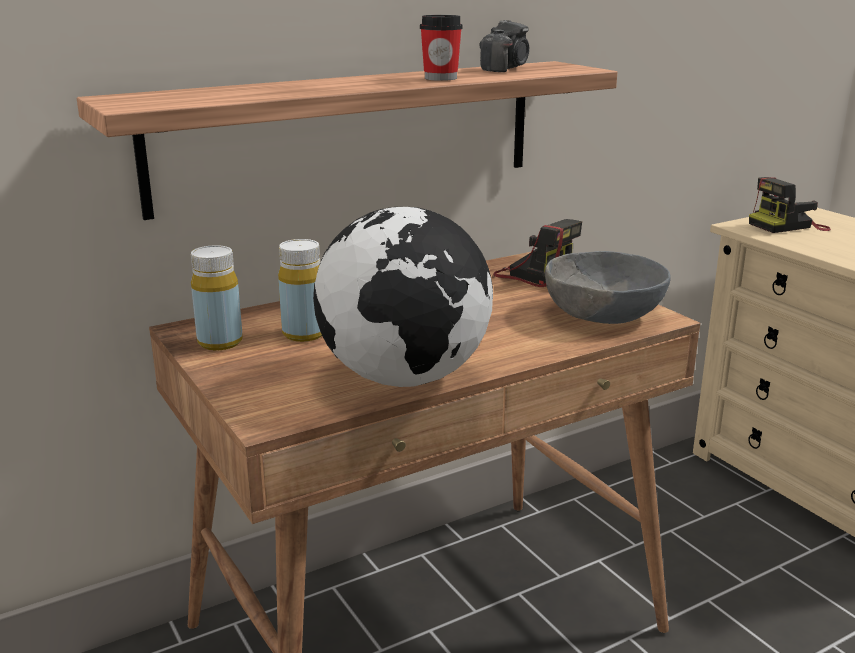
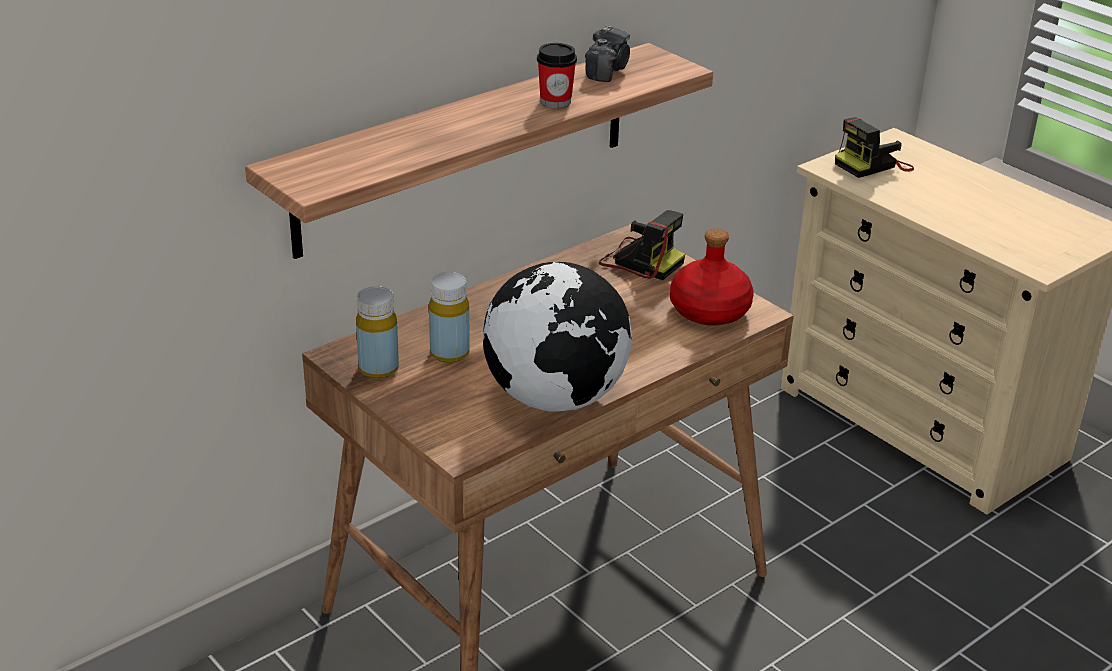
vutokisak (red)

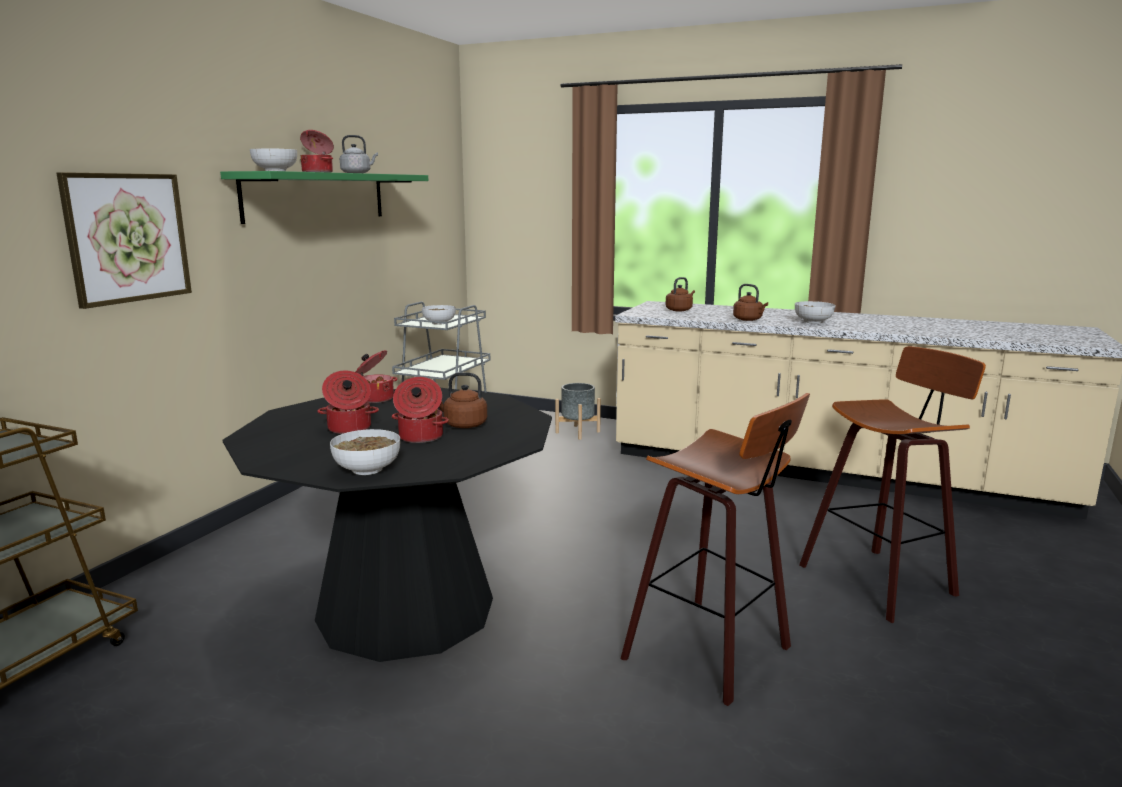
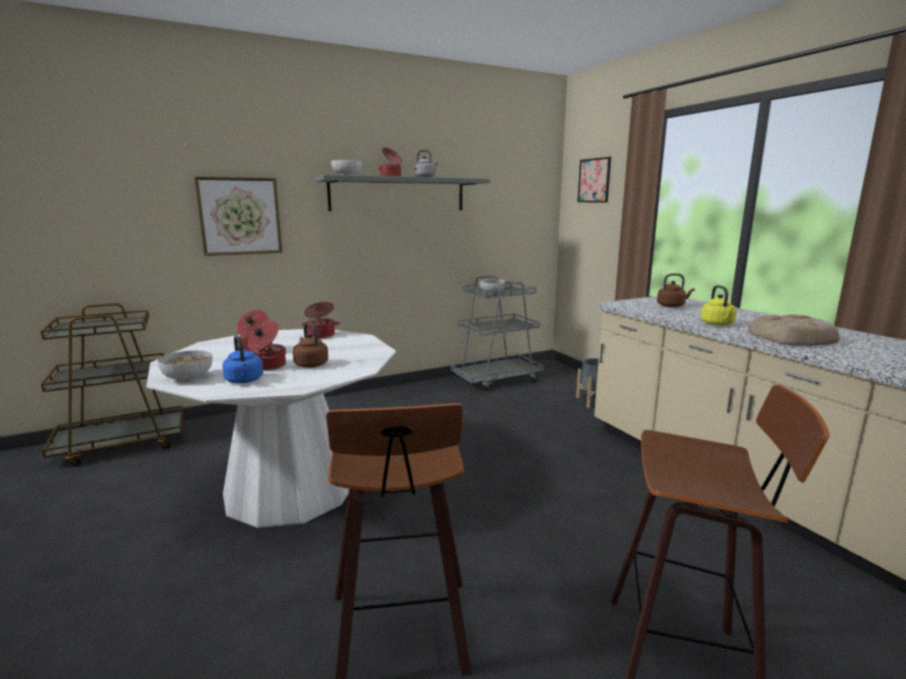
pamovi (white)
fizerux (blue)
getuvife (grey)
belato (2nd from left)
fizerux (yellow)
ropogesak

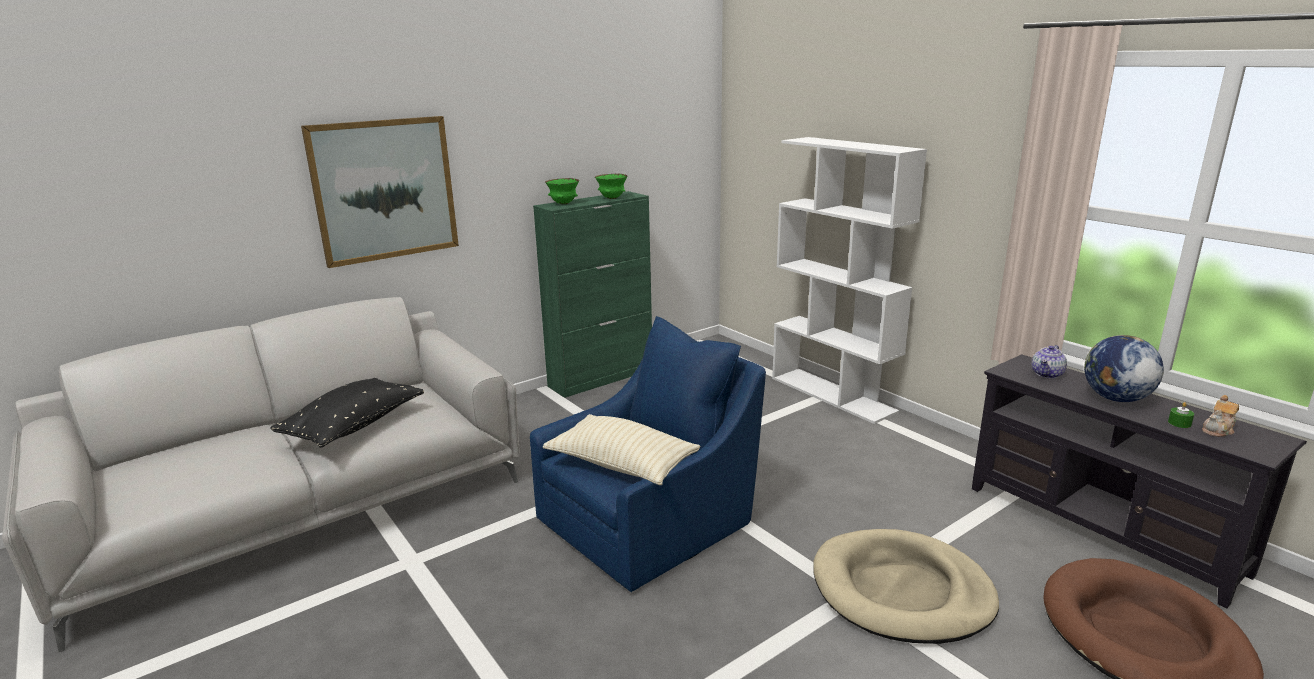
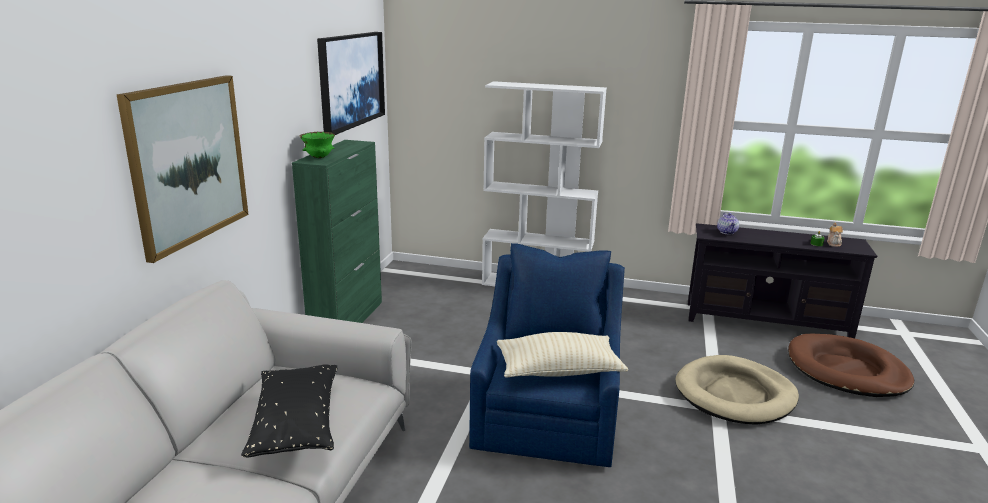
belato (2nd from left)
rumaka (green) (2nd from left in the first image)
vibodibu

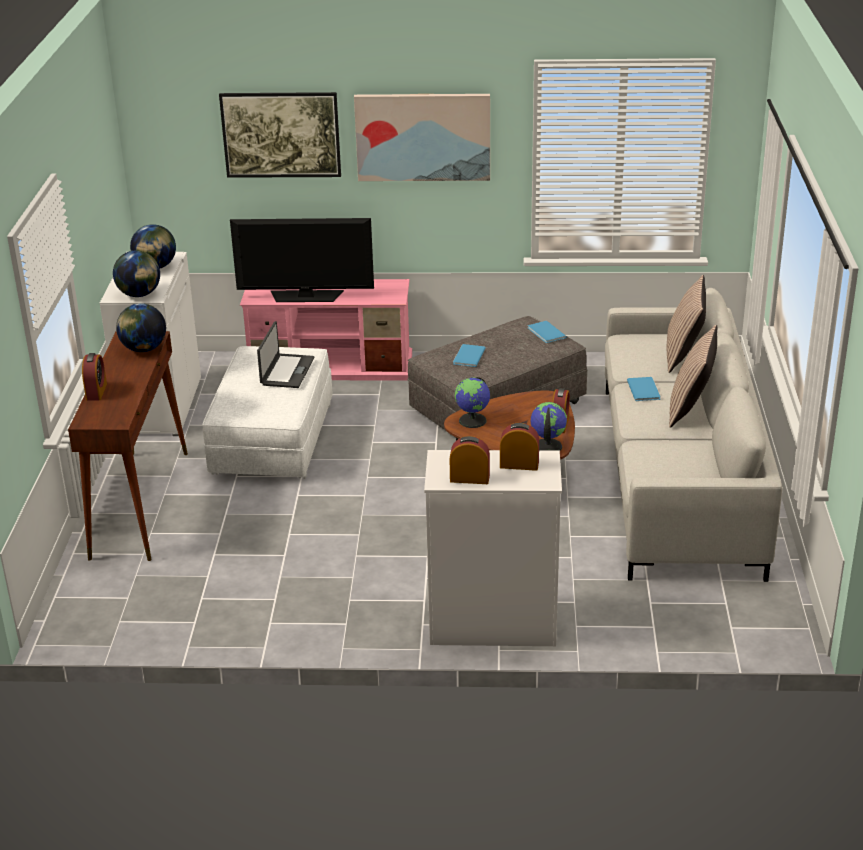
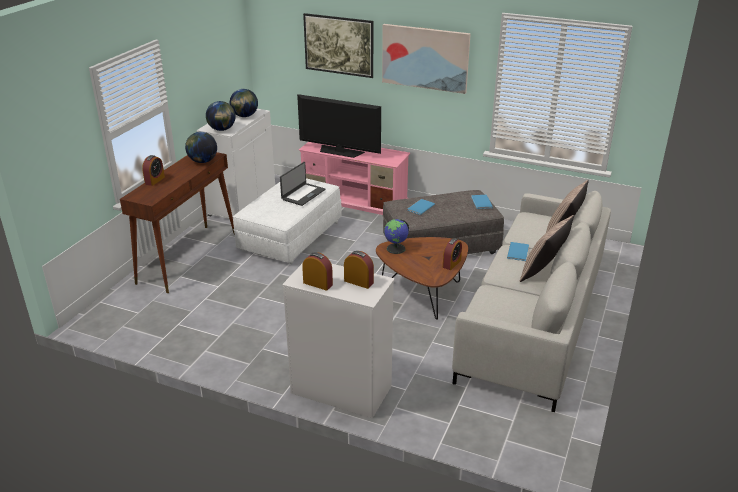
vibodibu (5th from left in the first image)

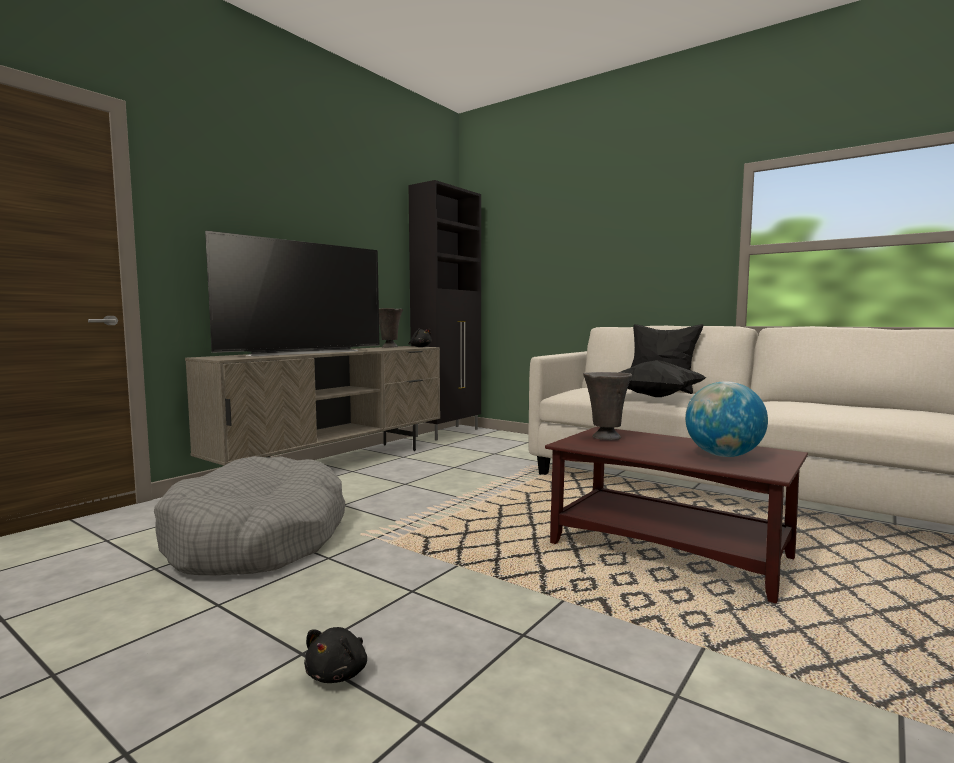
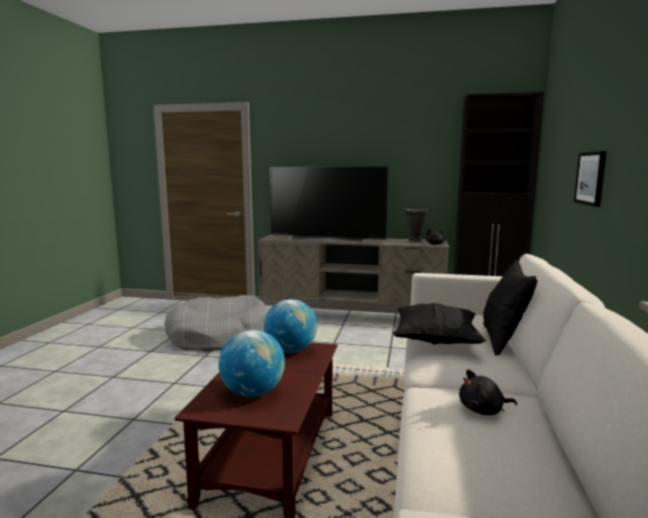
vibodibu (2nd from left)
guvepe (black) (2nd from left)
belato

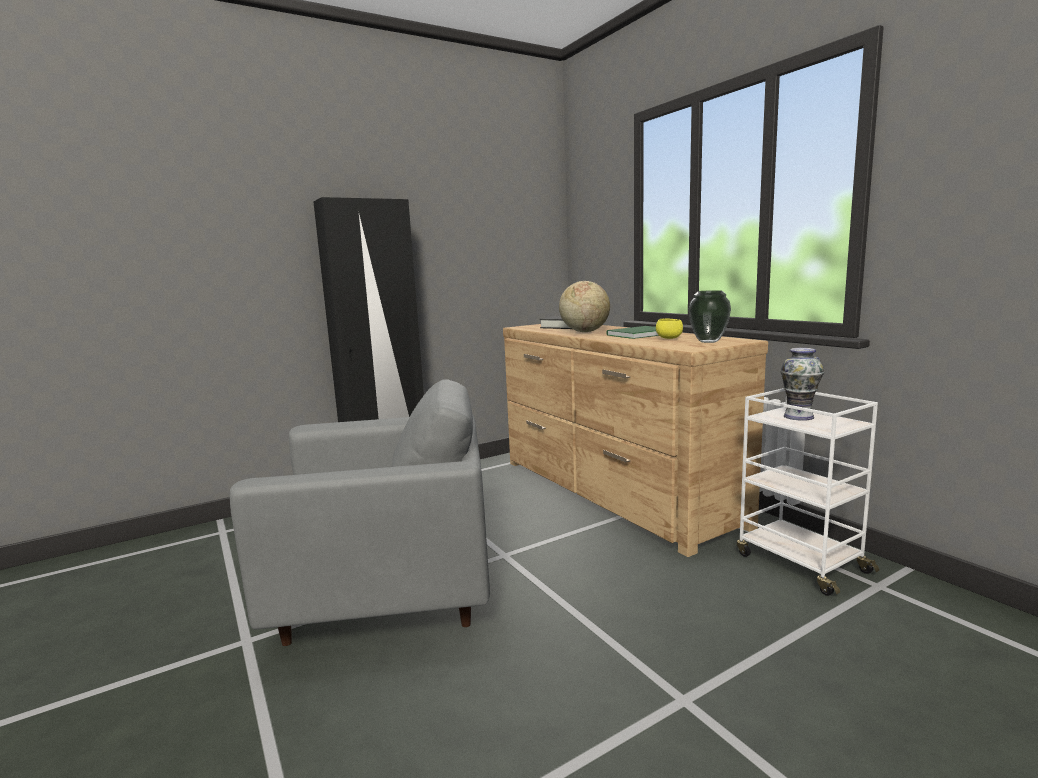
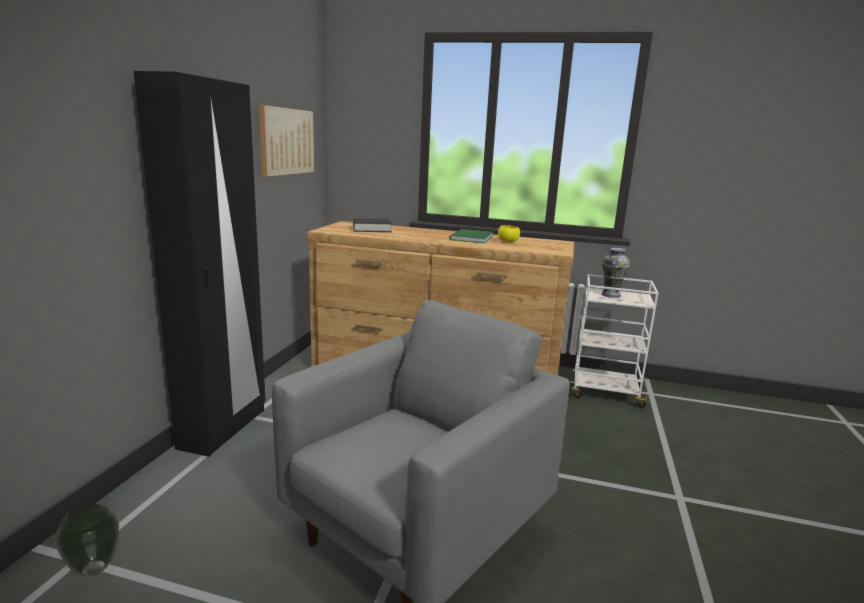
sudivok (1st from left)
belato
vibodibu

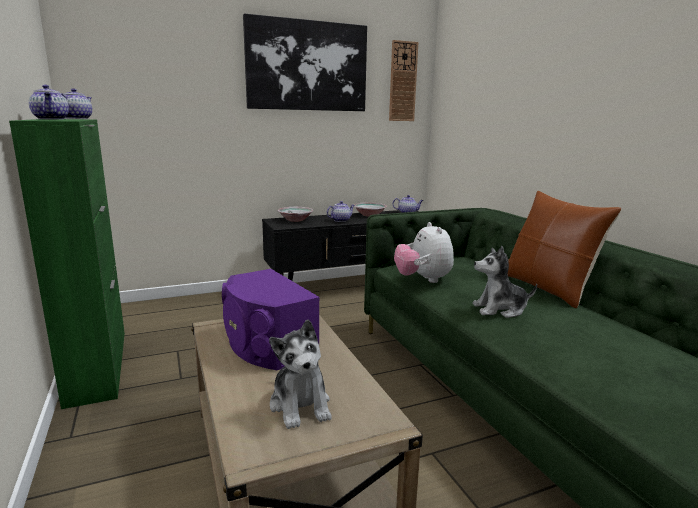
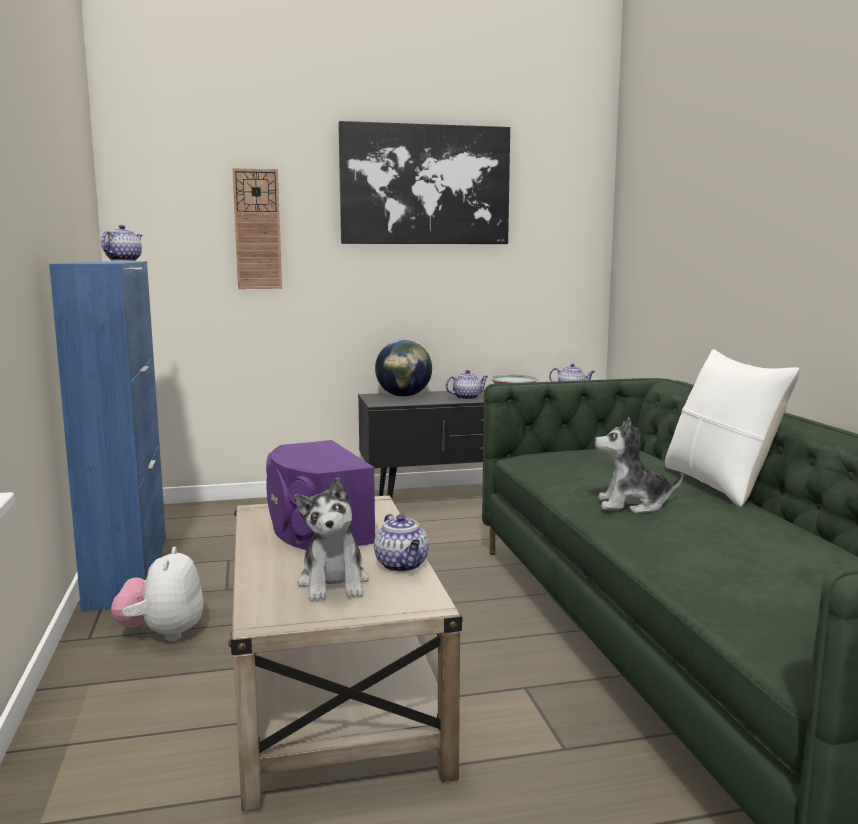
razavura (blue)
guvepe (1st from left)
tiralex
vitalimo (2nd from left)
vibodibu
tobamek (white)

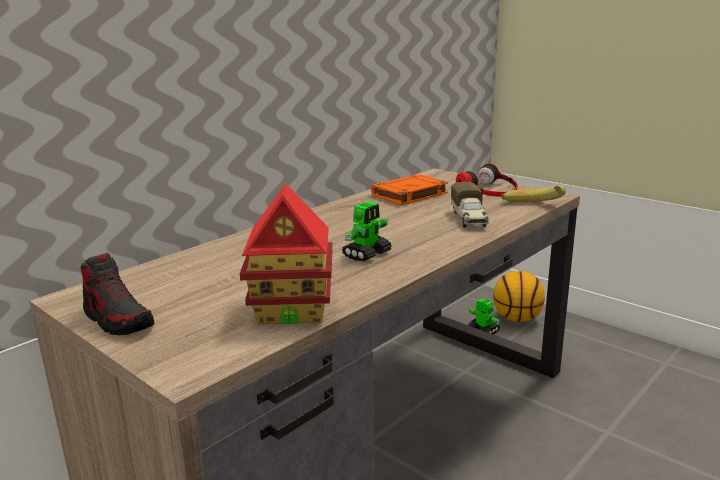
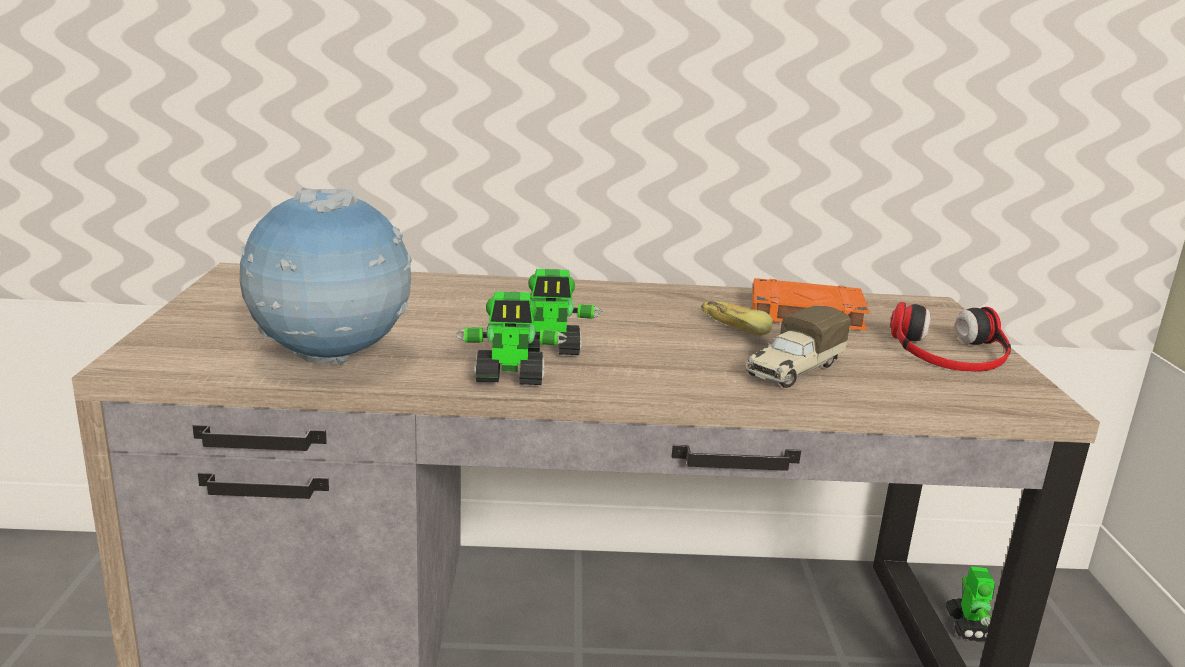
vibodibu
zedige (1st from left)
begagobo
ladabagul
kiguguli

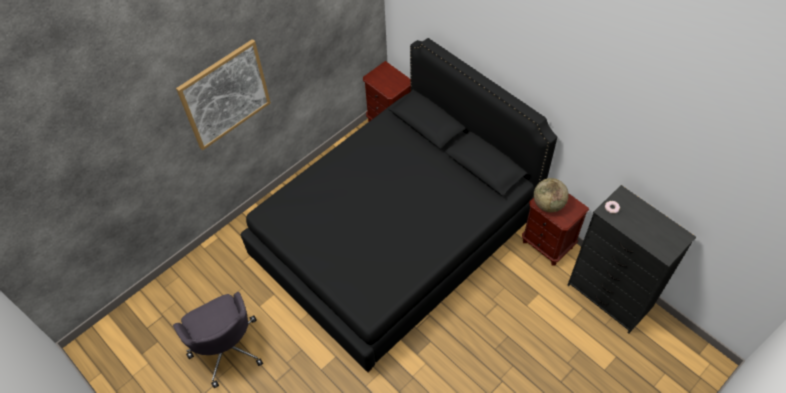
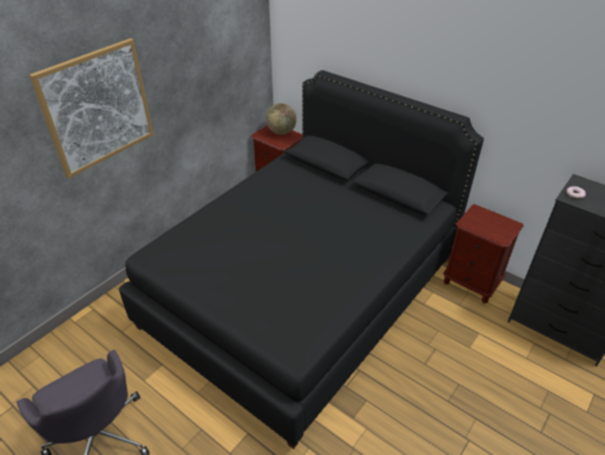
vibodibu

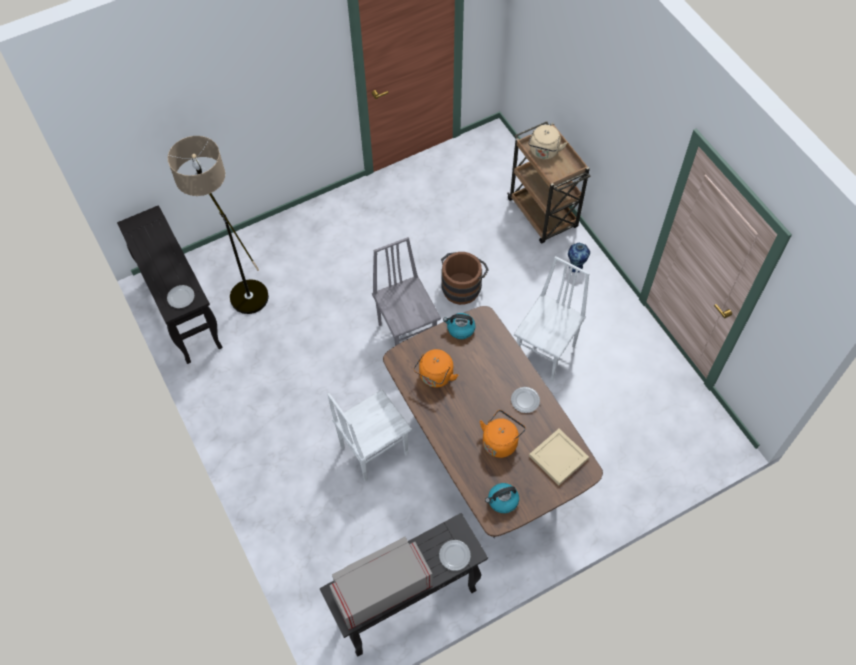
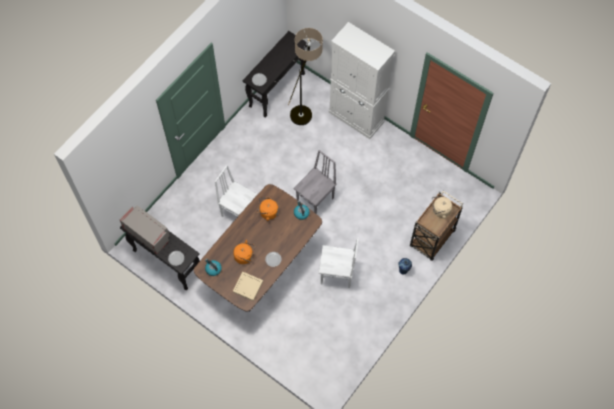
razavura (white)
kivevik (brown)

